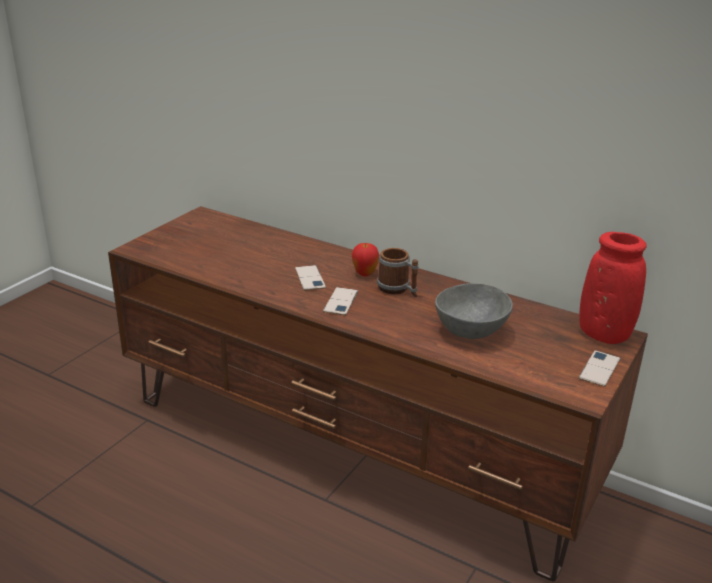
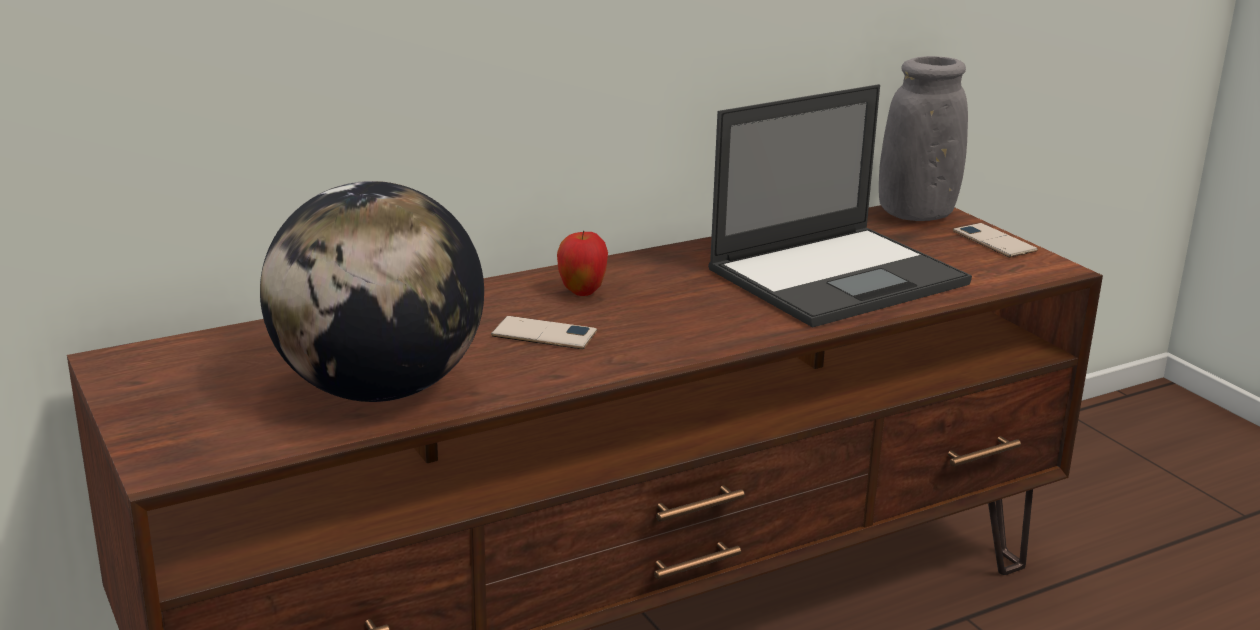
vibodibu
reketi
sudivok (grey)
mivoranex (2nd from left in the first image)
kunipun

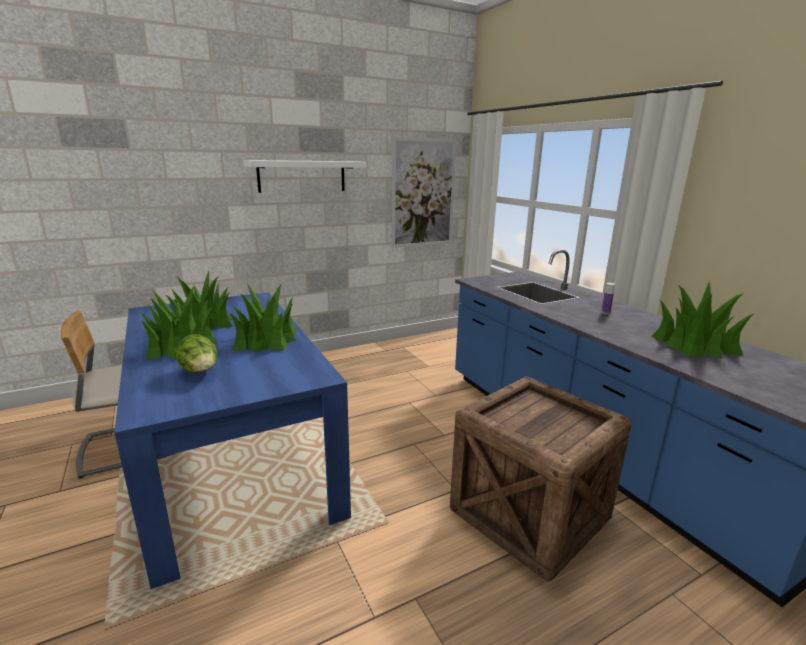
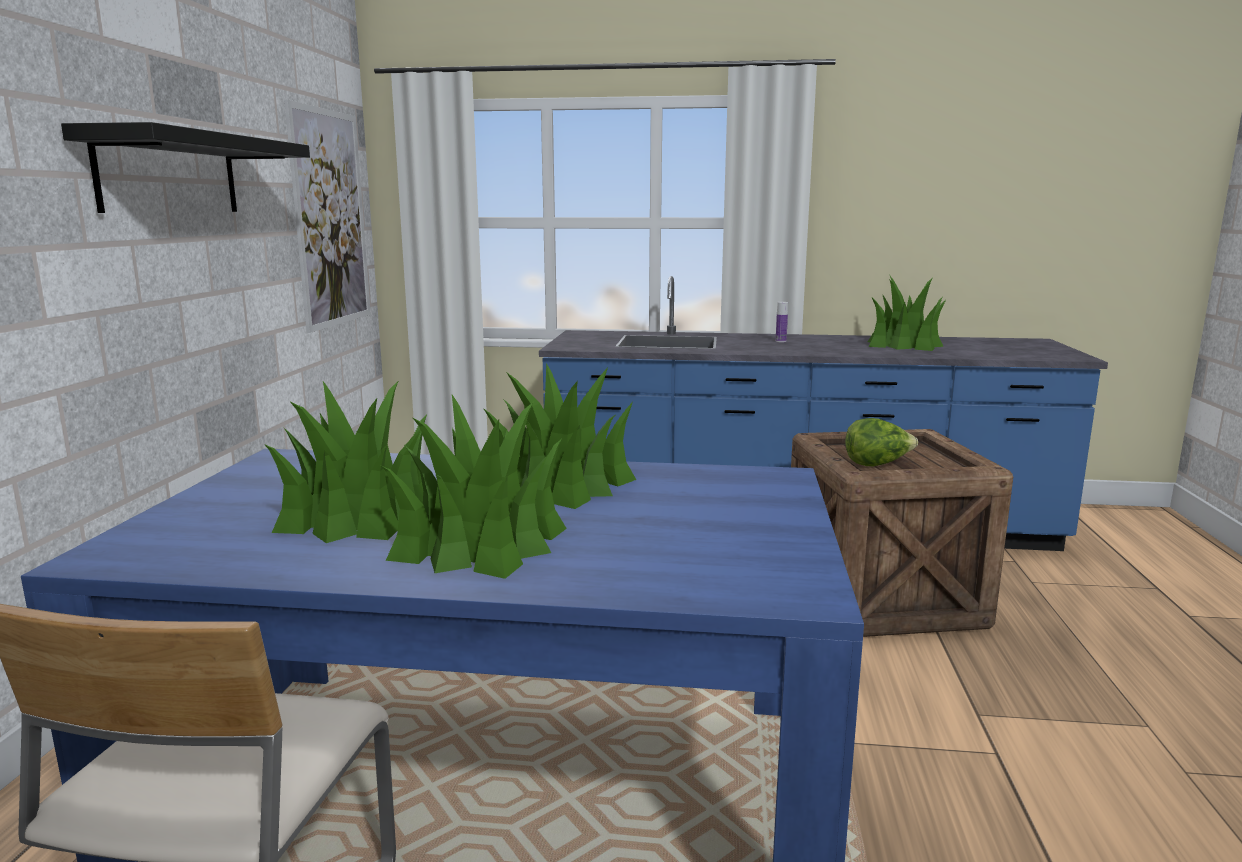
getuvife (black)
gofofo

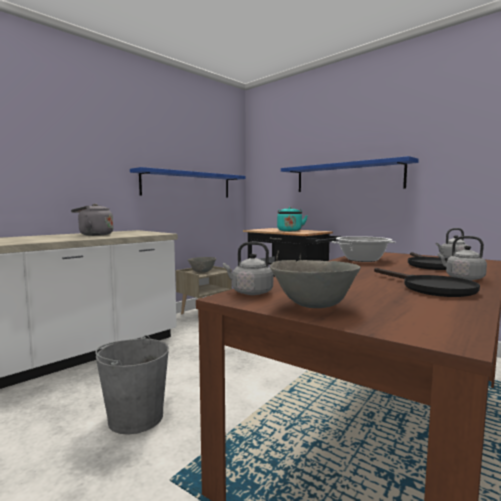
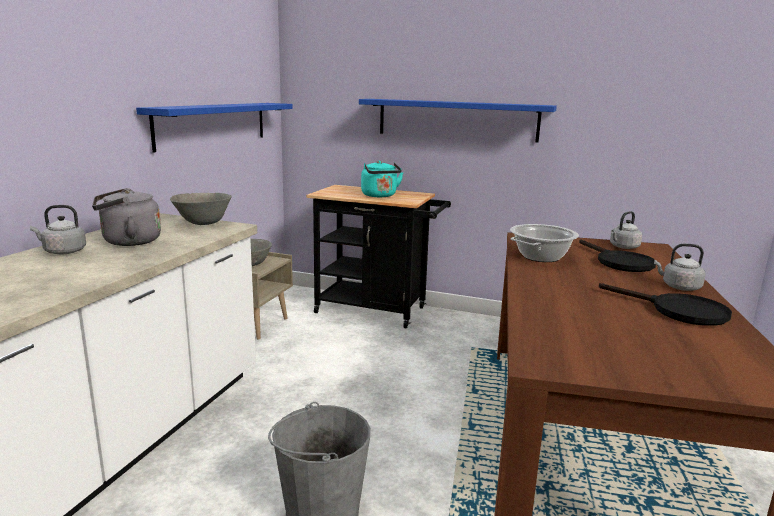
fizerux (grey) (1st from left)
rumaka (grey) (1st from left)

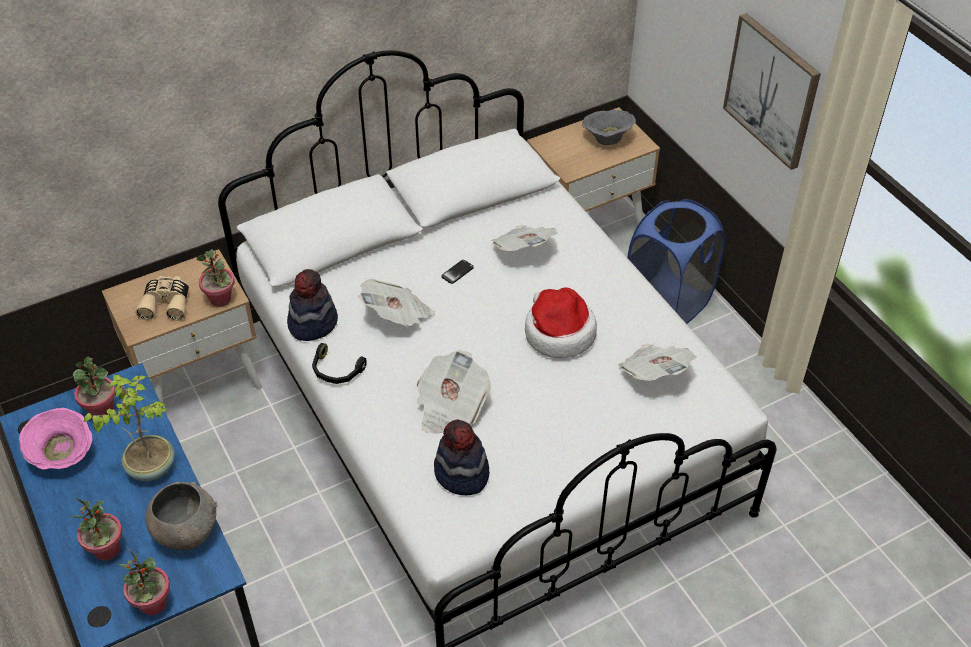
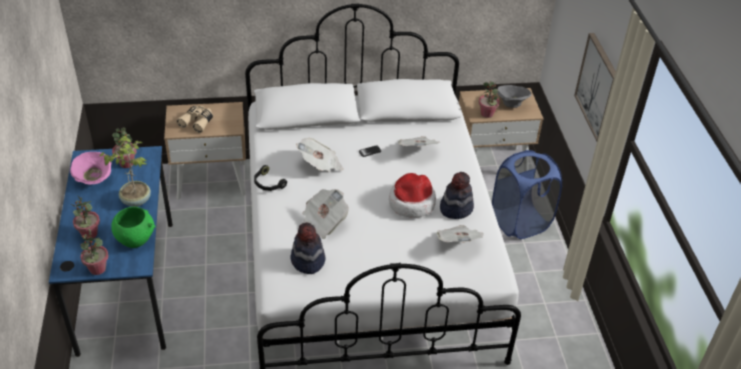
rumaka (green)
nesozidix (3rd from left)
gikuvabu (5th from left)

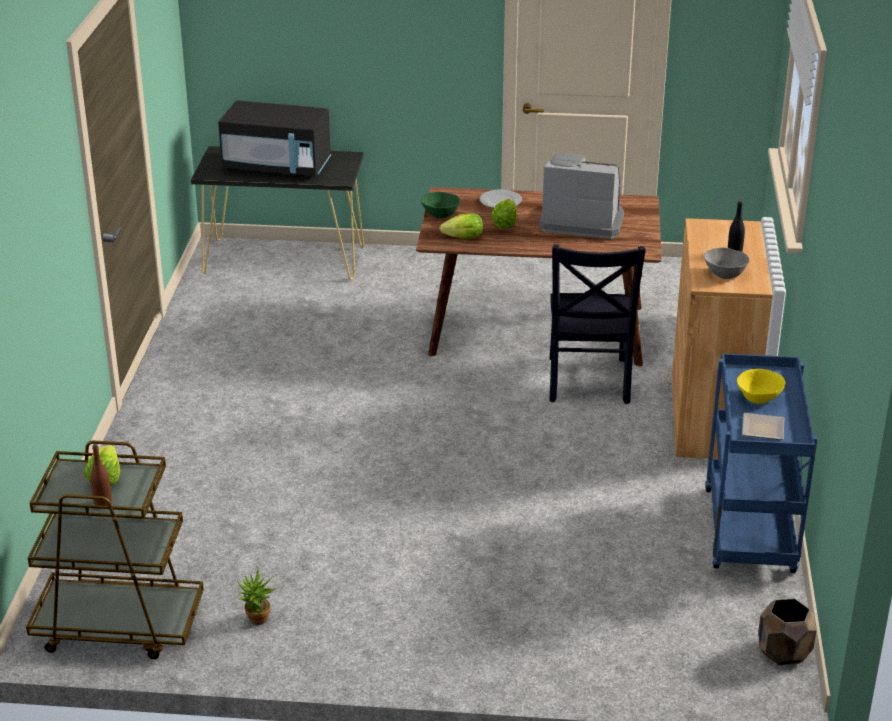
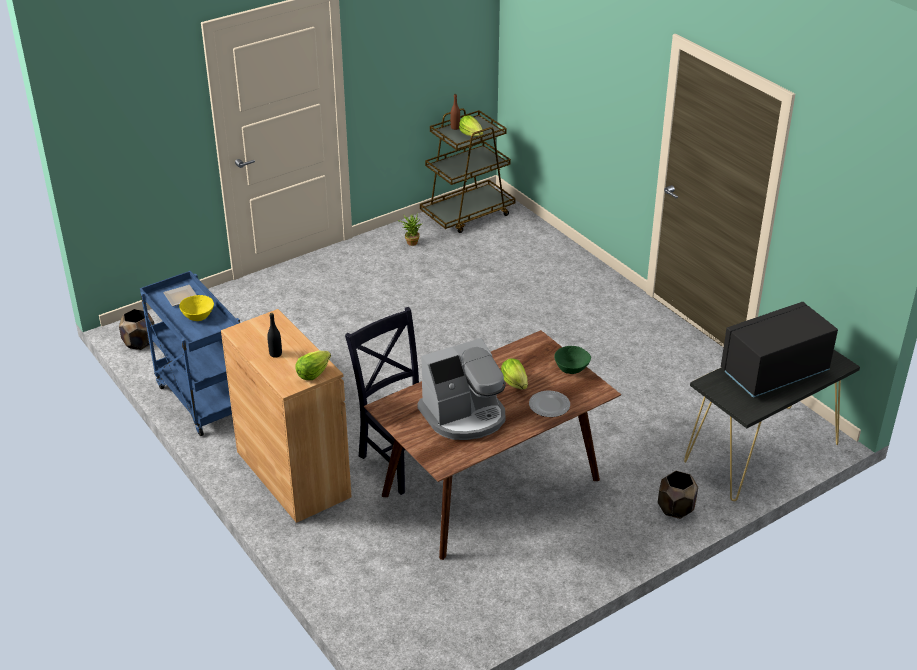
gofofo (1st from left)
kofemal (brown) (2nd from left)
rumaka (grey)

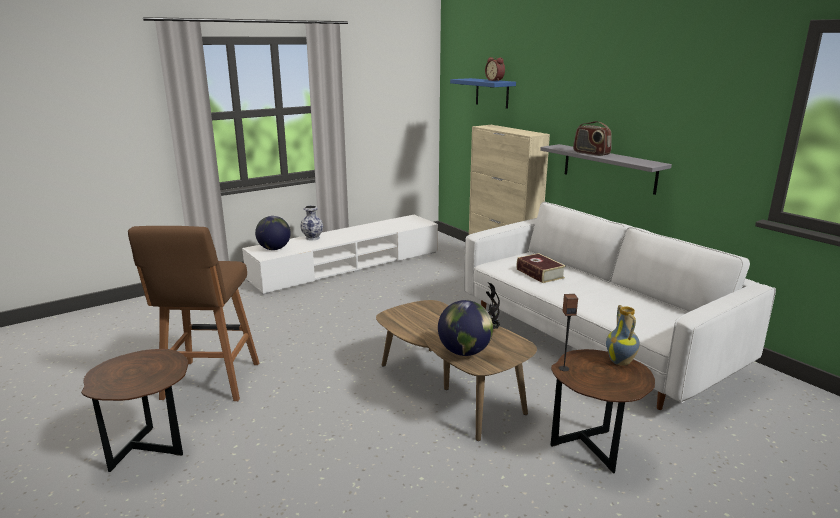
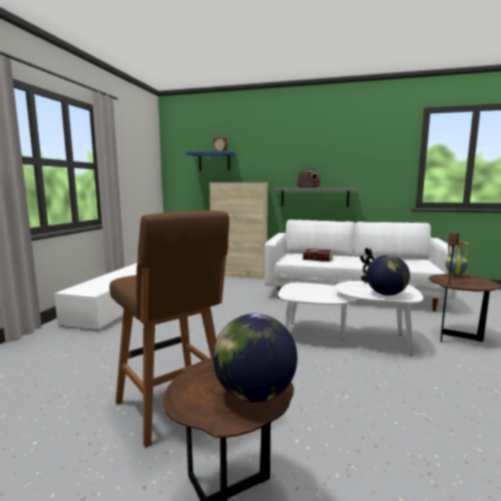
vibodibu (1st from left)
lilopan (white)
sudivok (1st from left in the first image)

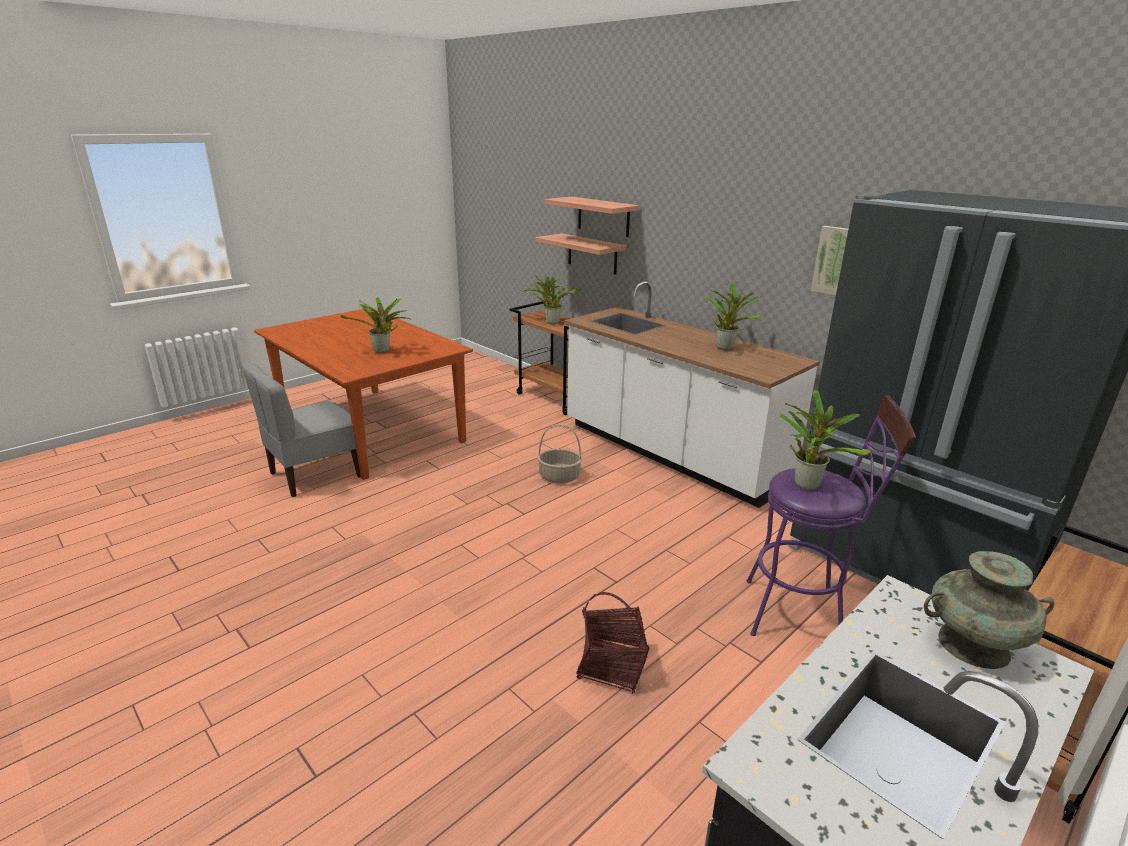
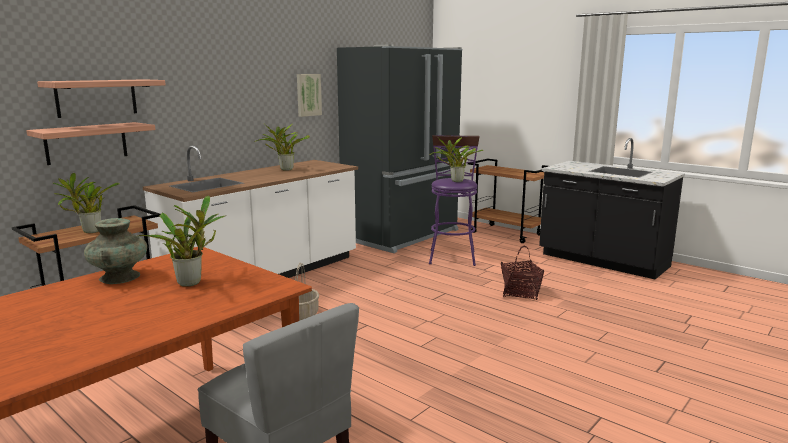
sudivok (turquoise)

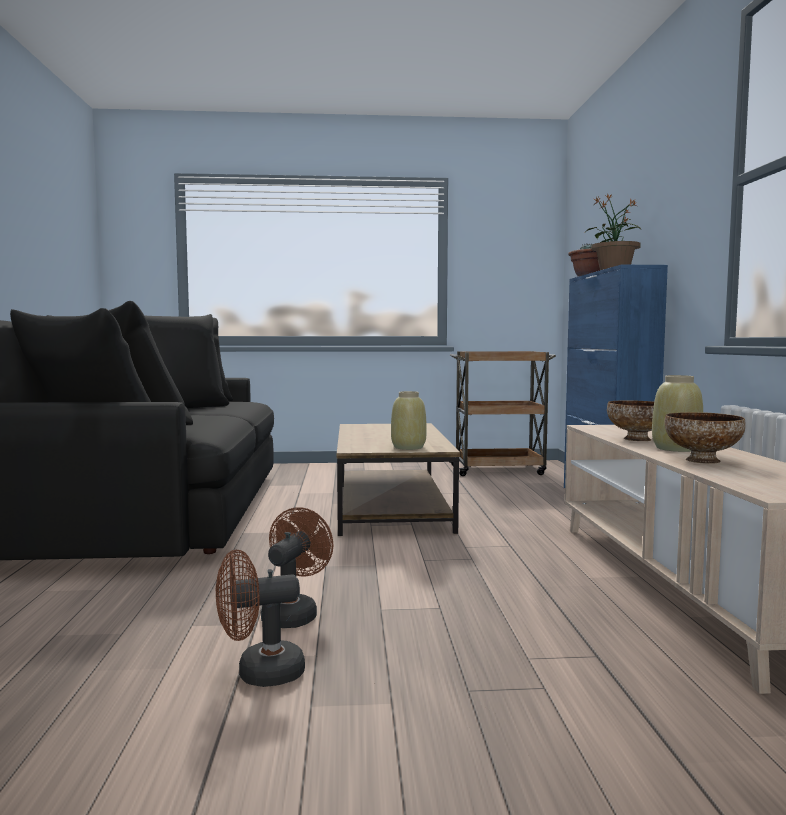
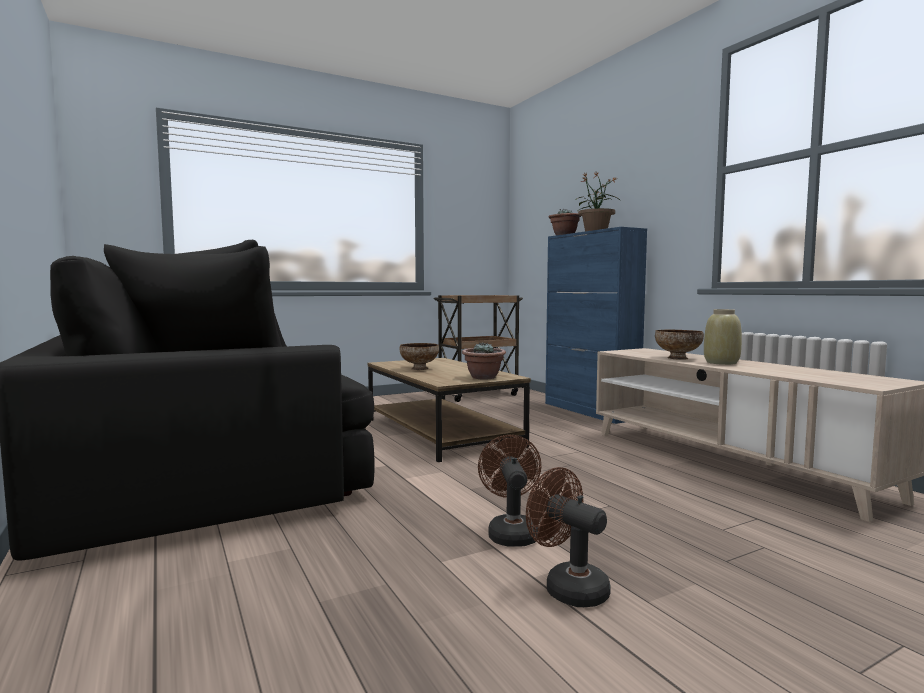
rumaka (1st from left)
gikuvabu (1st from left)
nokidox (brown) (2nd from left)

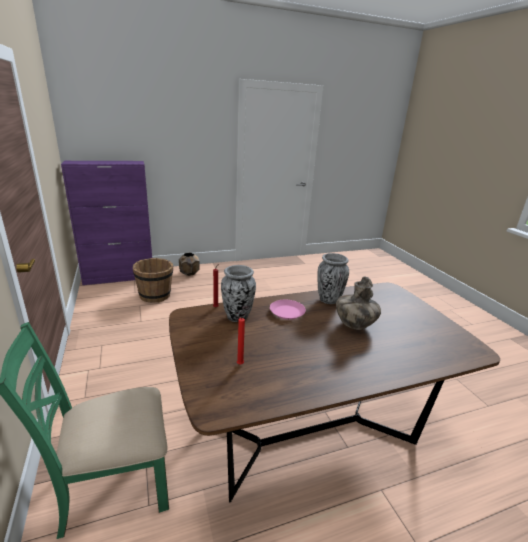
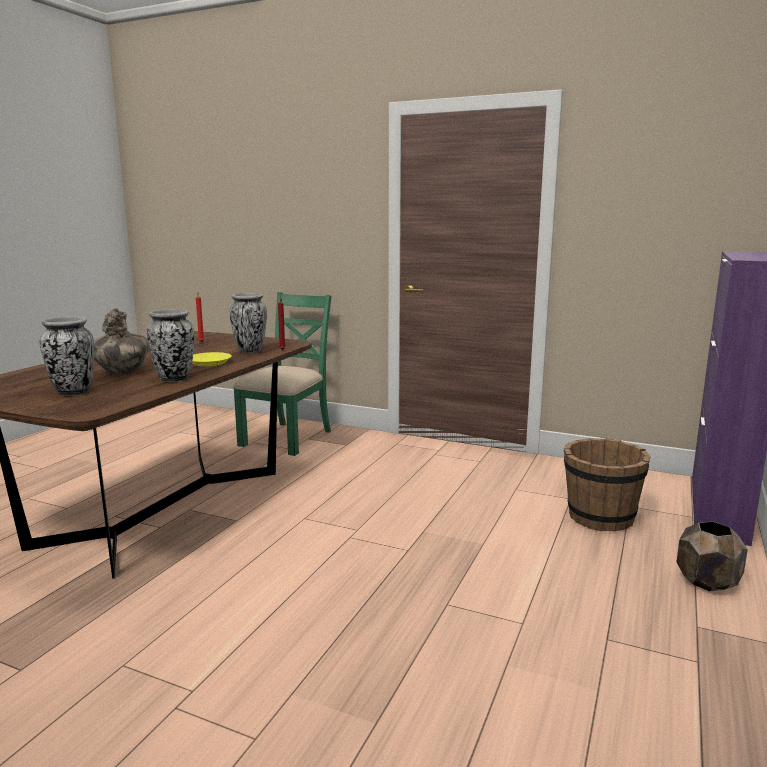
sudivok (1st from left)
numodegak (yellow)

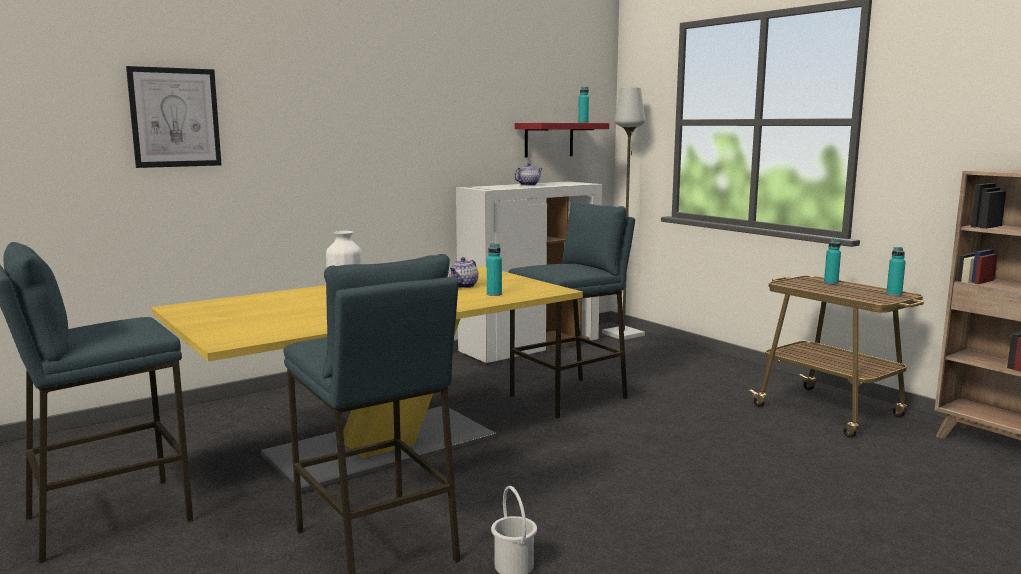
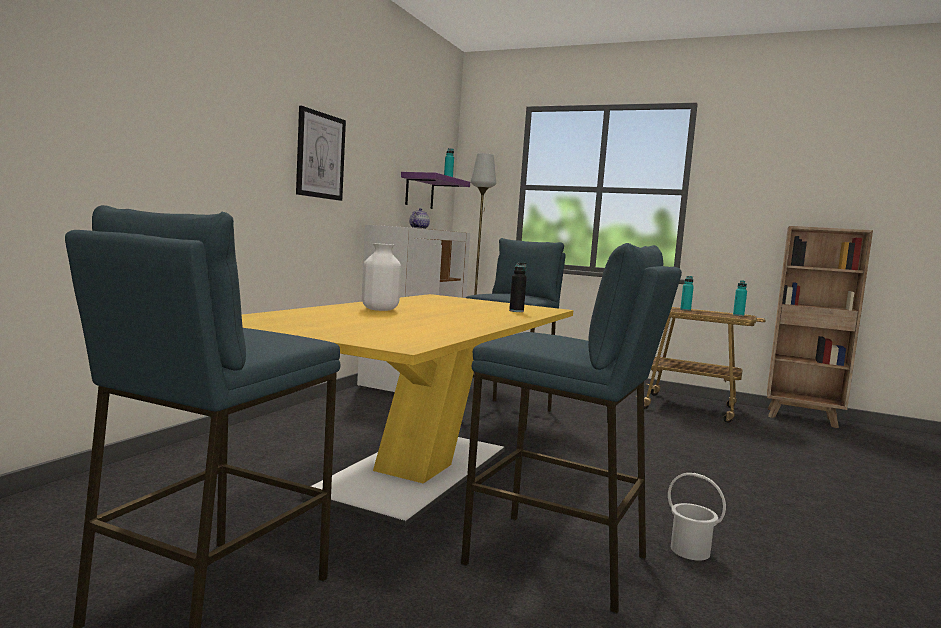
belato
getuvife (purple)
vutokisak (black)
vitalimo (1st from left in the first image)

